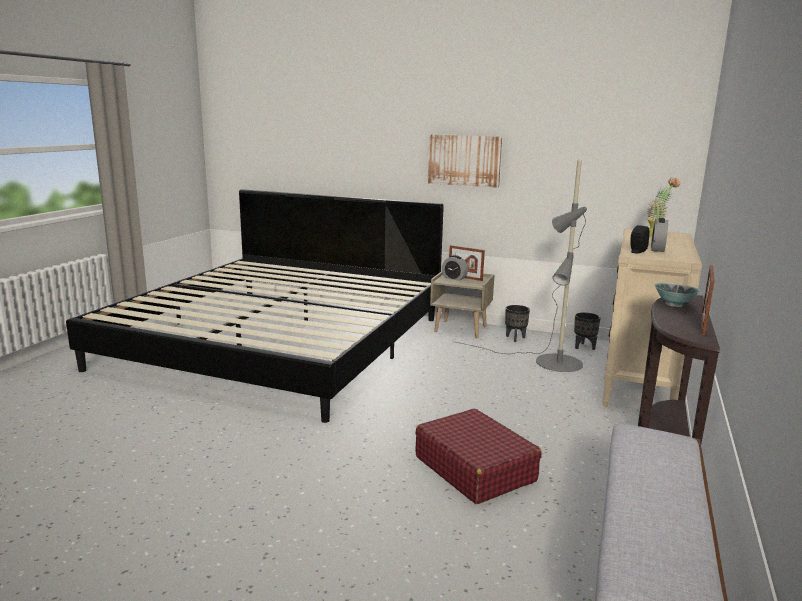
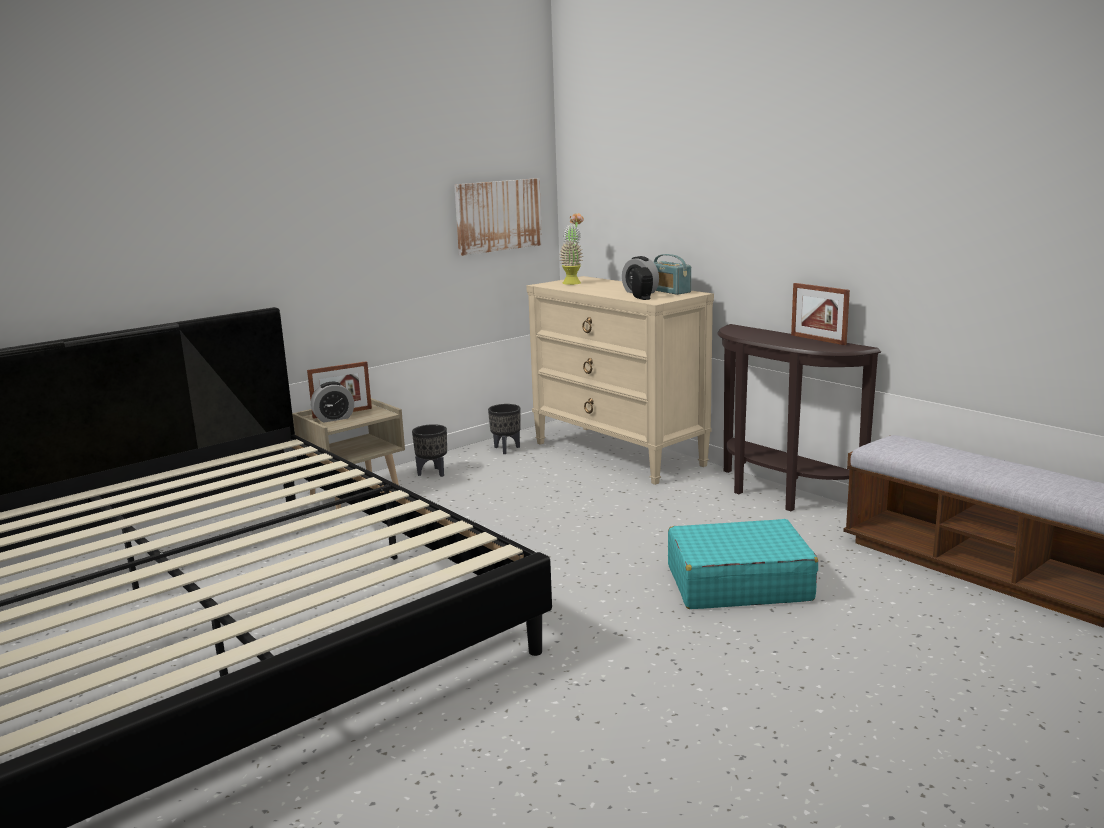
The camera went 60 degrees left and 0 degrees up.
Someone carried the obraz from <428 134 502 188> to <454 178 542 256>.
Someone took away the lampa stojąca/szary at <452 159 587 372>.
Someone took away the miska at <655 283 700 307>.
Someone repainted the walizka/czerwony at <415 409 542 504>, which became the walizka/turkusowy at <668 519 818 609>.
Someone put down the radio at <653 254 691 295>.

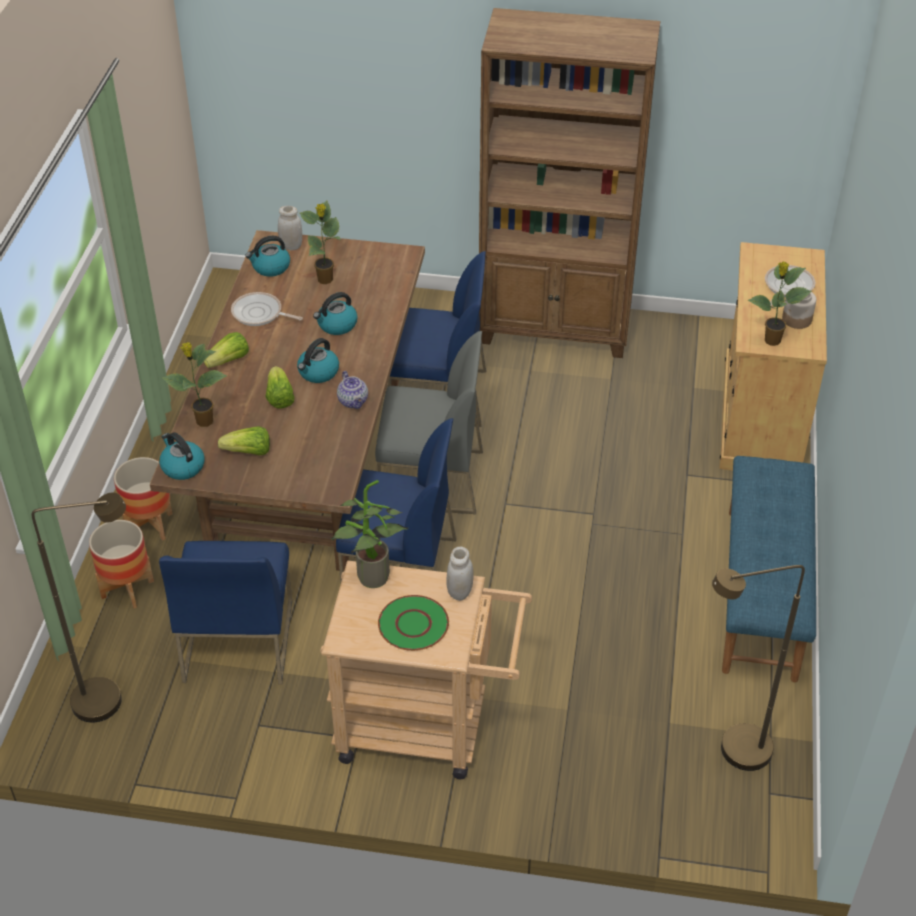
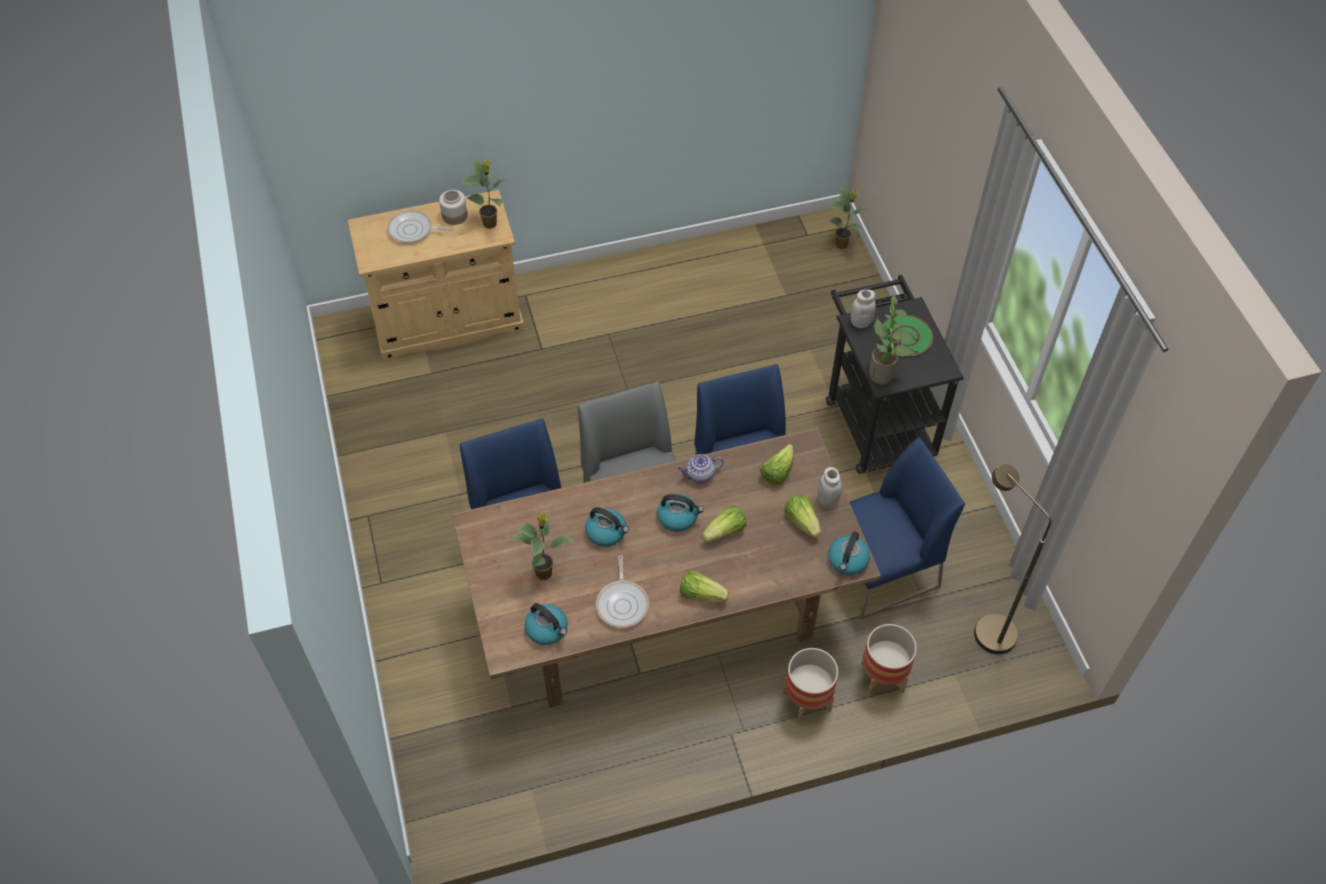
The camera went 115 degrees left and 10 degrees up.
Someone took away the regał/brązowy at <479 8 660 358>.
Someone carried the słoik/biały from <278 206 302 250> to <818 467 842 508>.
Someone carried the roślina doniczkowa from <162 342 227 427> to <828 187 868 249>.
Someone rotated the imbryk at <337 371 368 409> by 150 degrees counterclockwise.
Someone took away the ławka/niebieski at <722 456 816 682>.
Someone repainted the wózek/beżowy at <320 561 532 779>, which became the wózek/czarny at <826 275 964 474>.
Someone took away the lampa stojąca/brązowy at <712 565 805 771>.
Someone put down the sałata at <760 444 793 485>.

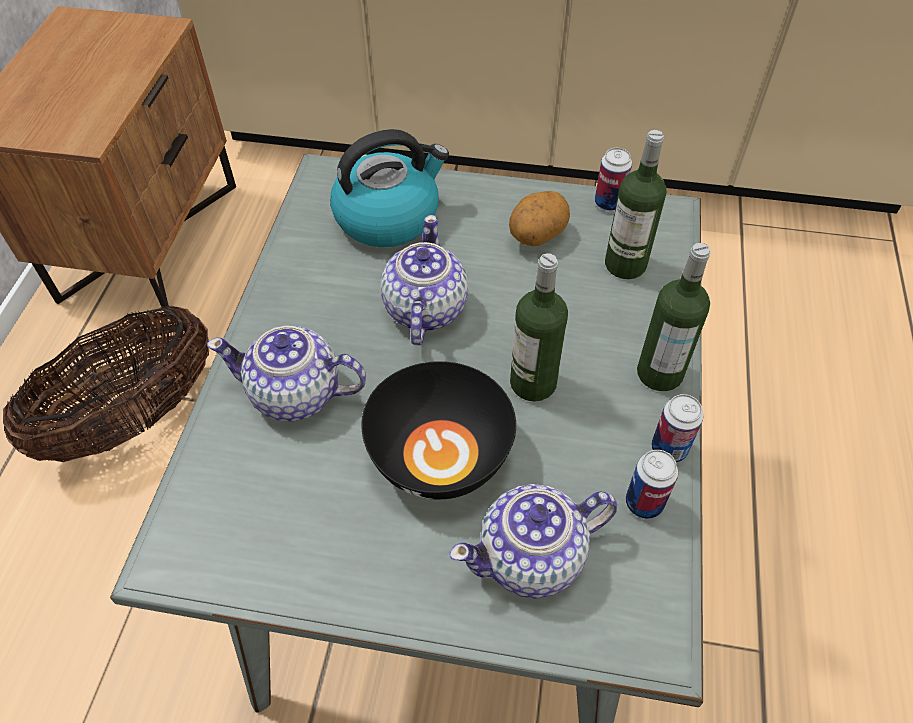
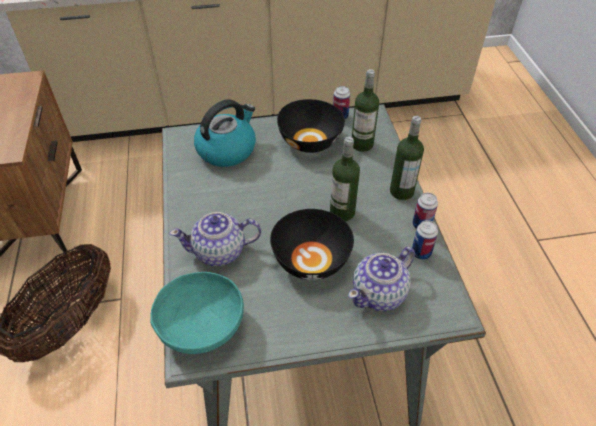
The camera went 20 degrees left and 5 degrees down.
Someone swapped the ziemniak at <509 191 570 246> for the miska/czarny at <277 99 345 153>.
Someone took away the imbryk at <381 215 468 346>.
Someone put down the miska/turkusowy at <150 272 244 354>.

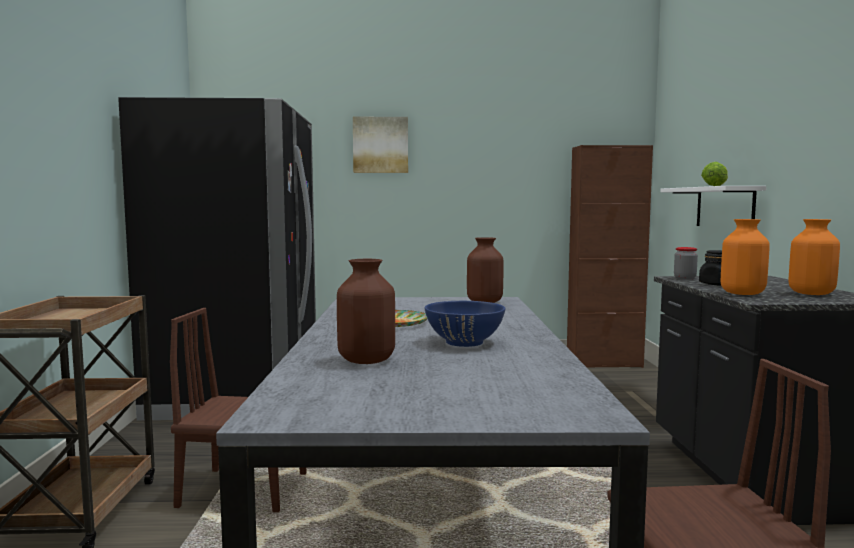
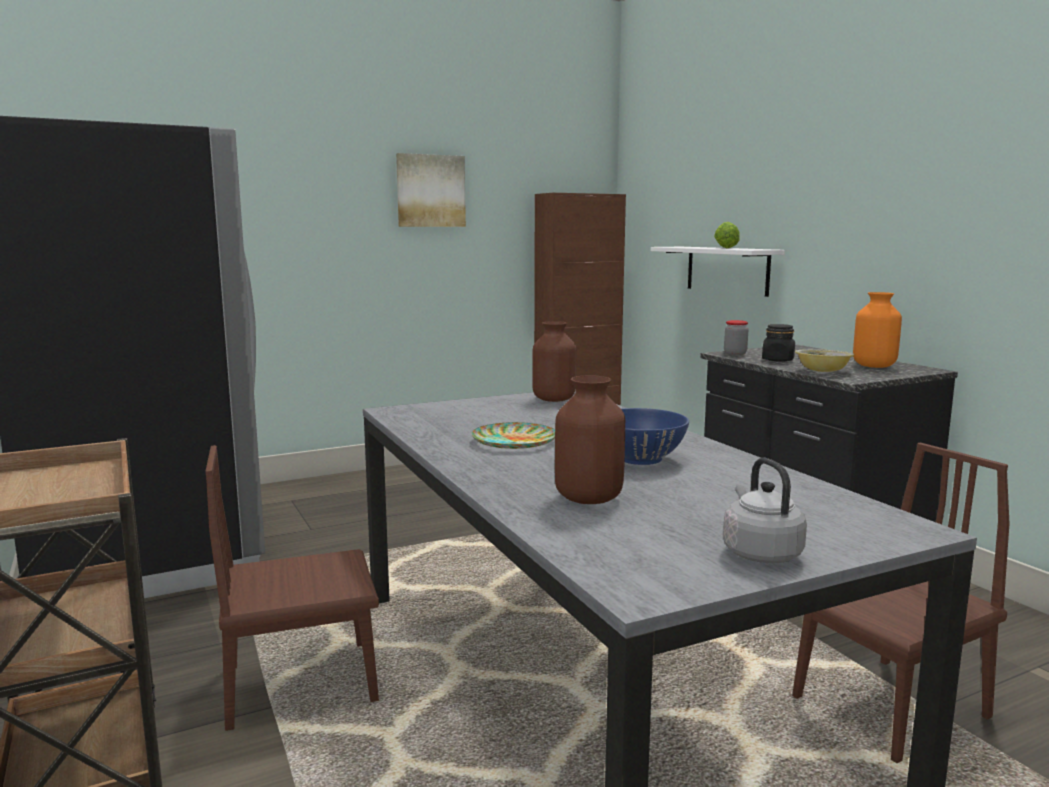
The camera went 25 degrees left and 5 degrees up.
Someone carried the obraz from <353 117 408 173> to <396 153 466 227>.
Someone swapped the wazon/pomarańczowy at <721 219 770 295> for the miska at <795 349 854 372>.
Someone put down the czajnik/szary at <723 458 807 563>.

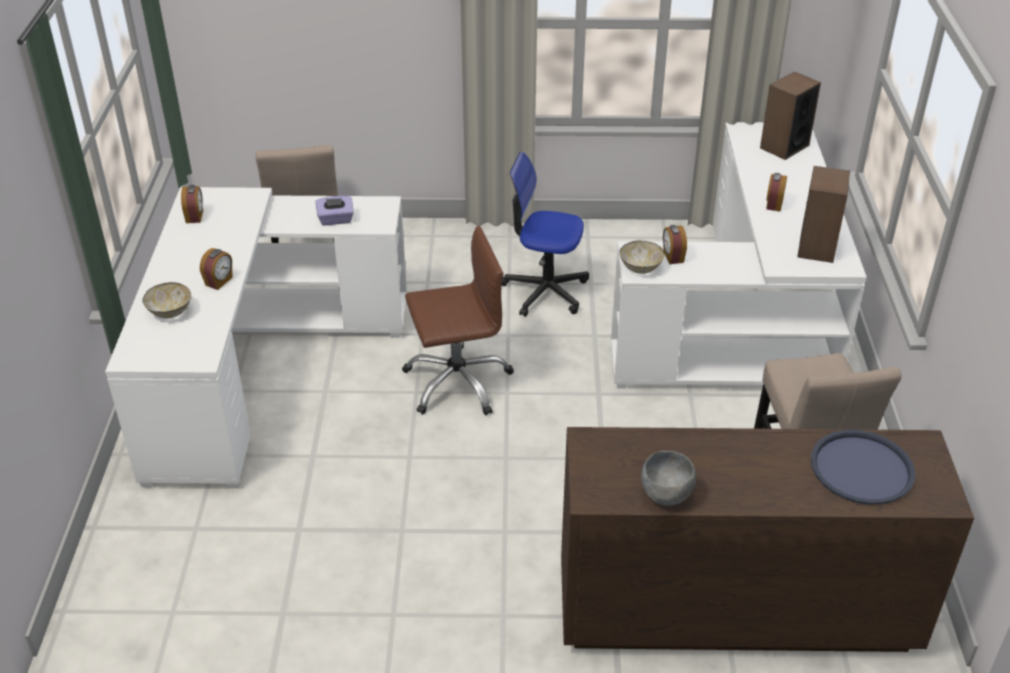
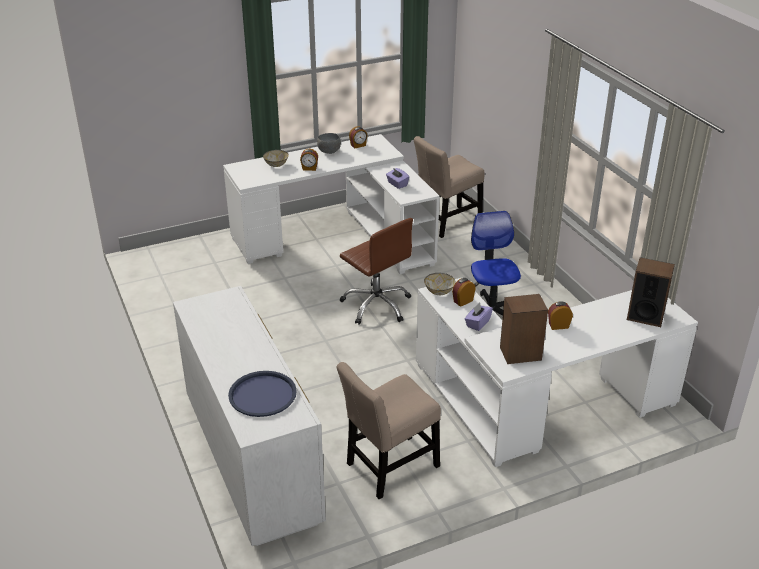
The camera went 65 degrees right and 5 degrees down.
Someone repainted the komoda/brązowy at <561 427 974 652>, which became the komoda/biały at <173 286 326 546>.
Someone carried the miska/szary from <641 451 696 506> to <317 133 341 154>.
Someone put down the pudełko chusteczek/fioletowy at <465 303 493 331>.

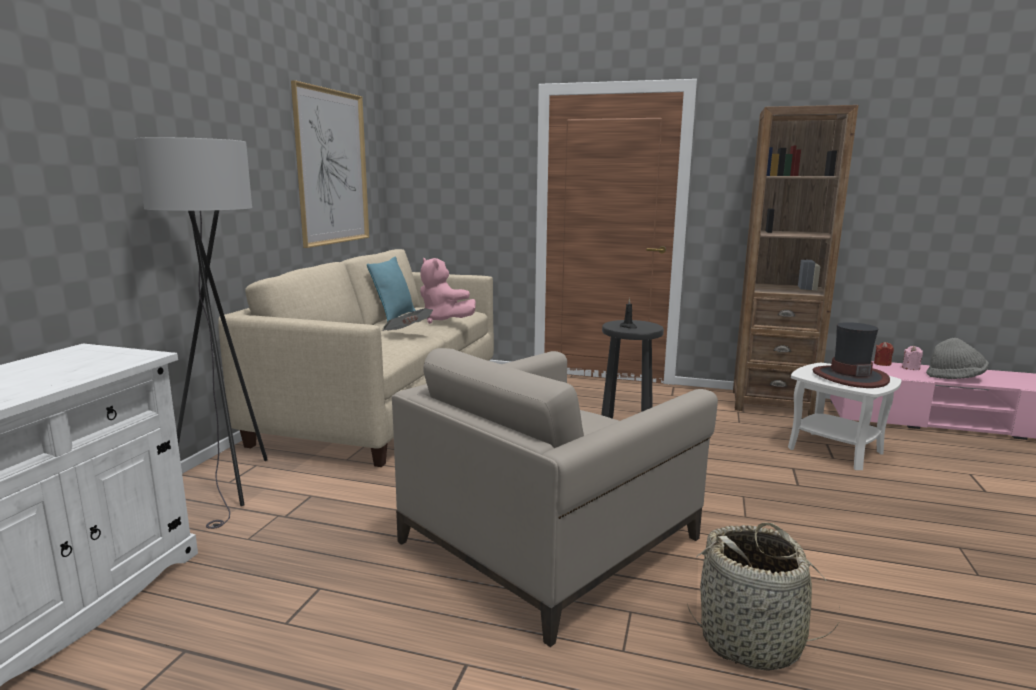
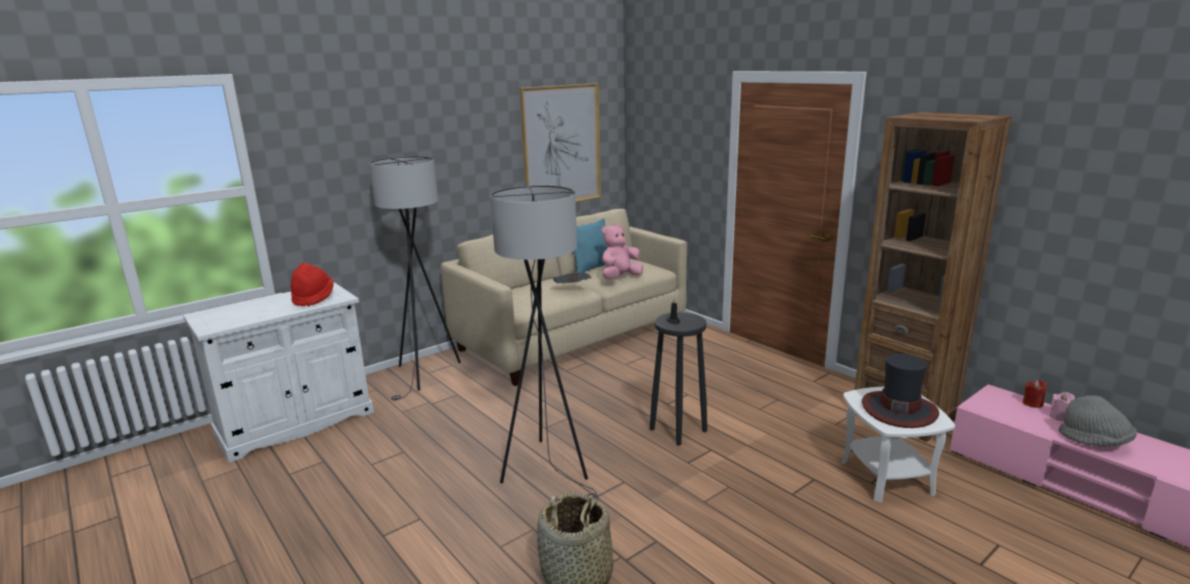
The camera went 35 degrees right and 5 degrees up.
Someone rotated the pluszak/różowy at <420 258 476 324> by 60 degrees clockwise.
Someone swapped the fotel/beżowy at <392 348 718 647> for the lampa stojąca/szary at <490 185 598 499>.
Someone put down the kapelusz/czerwony at <291 263 333 306>.

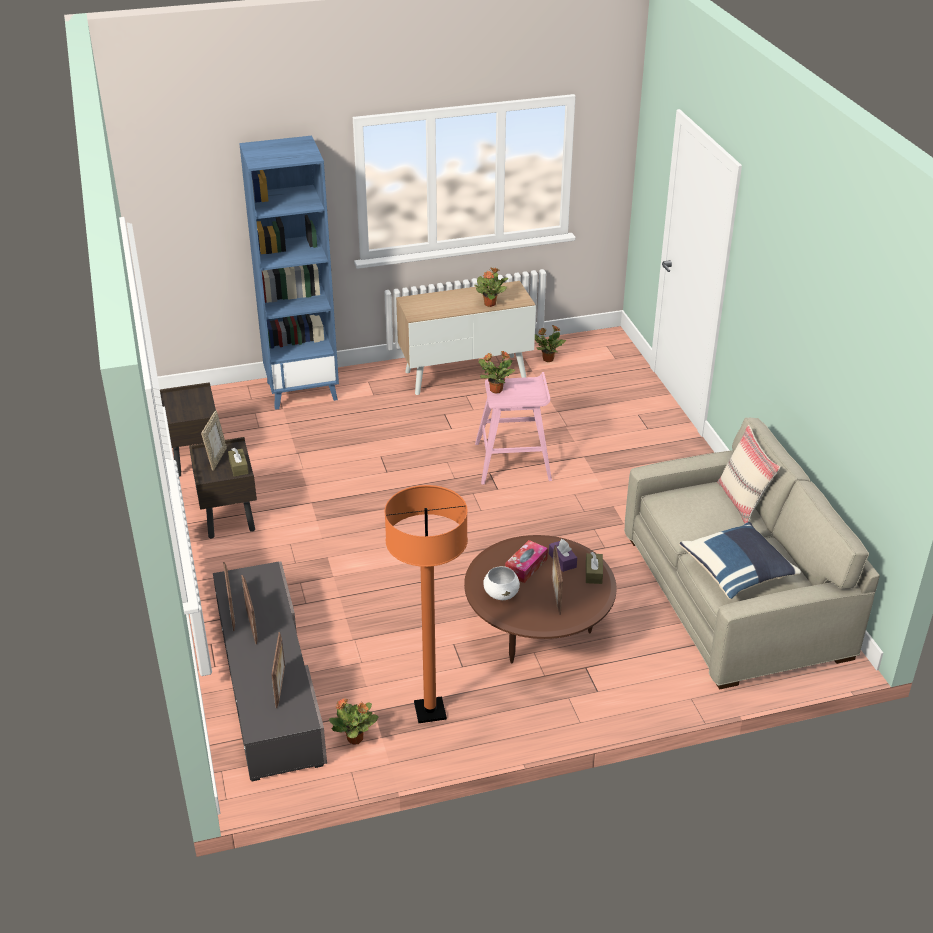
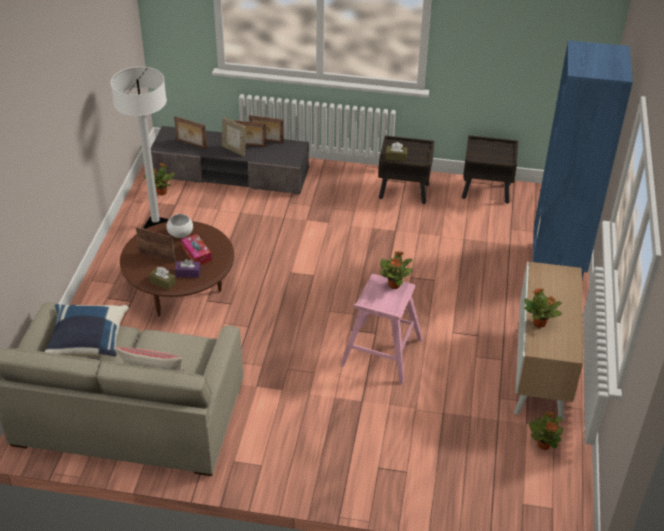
The camera went 115 degrees right and 5 degrees up.
Someone carried the ramka na zdjęcie from <201 410 227 471> to <222 117 246 156>.
Someone repainted the lampa stojąca/pomarańczowy at <384 485 468 723>, which became the lampa stojąca/biały at <111 67 168 229>.

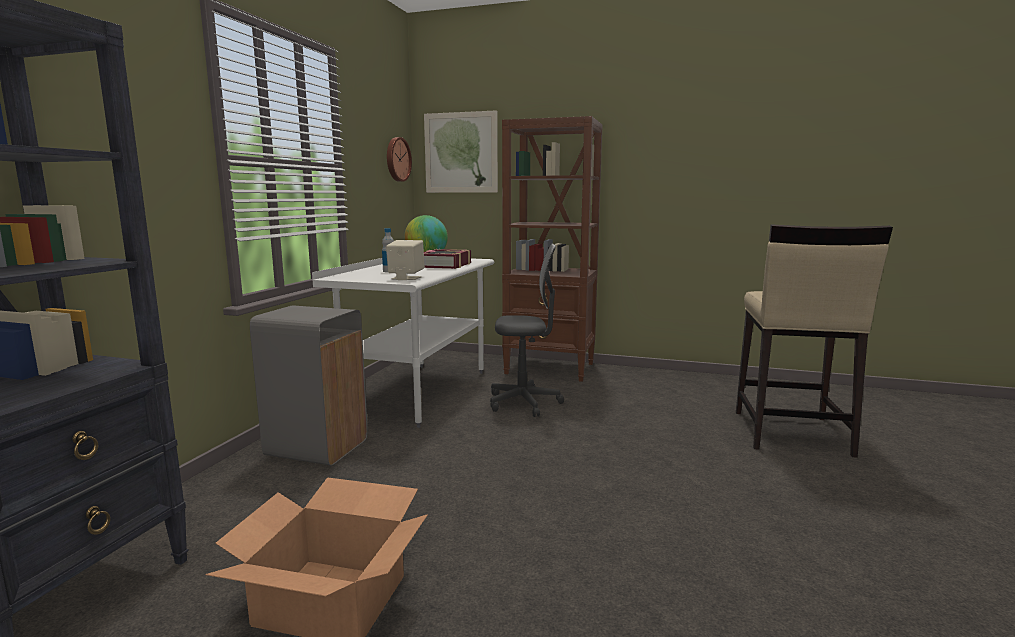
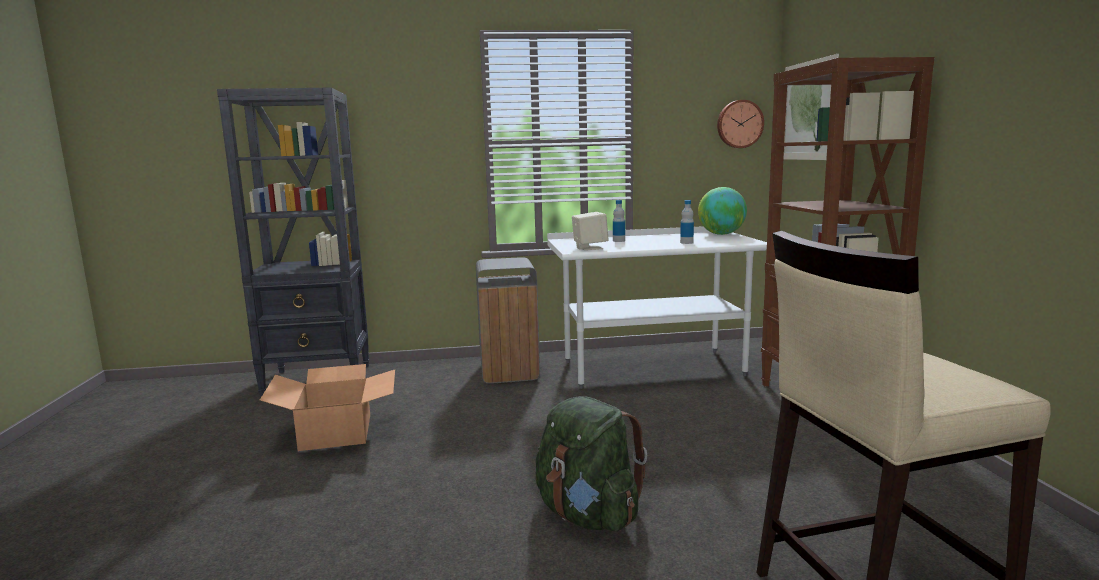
The camera went 65 degrees right and 0 degrees up.
Someone took away the krzesło biurowe/szary at <490 243 564 417>.
Someone swapped the książka at <424 249 471 269> for the butelka at <680 200 694 244>.
Someone put down the plecak/zielony at <536 396 647 532>.

